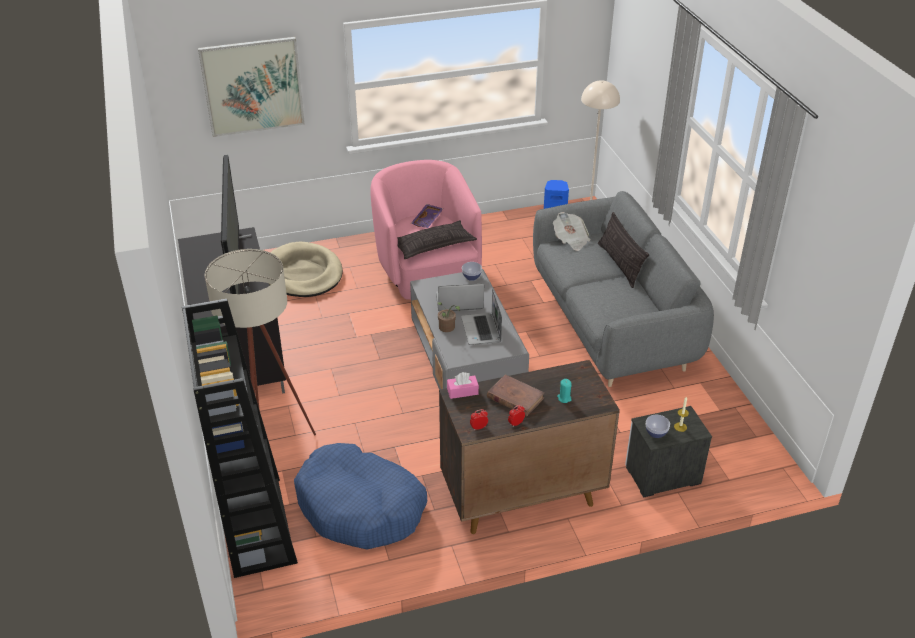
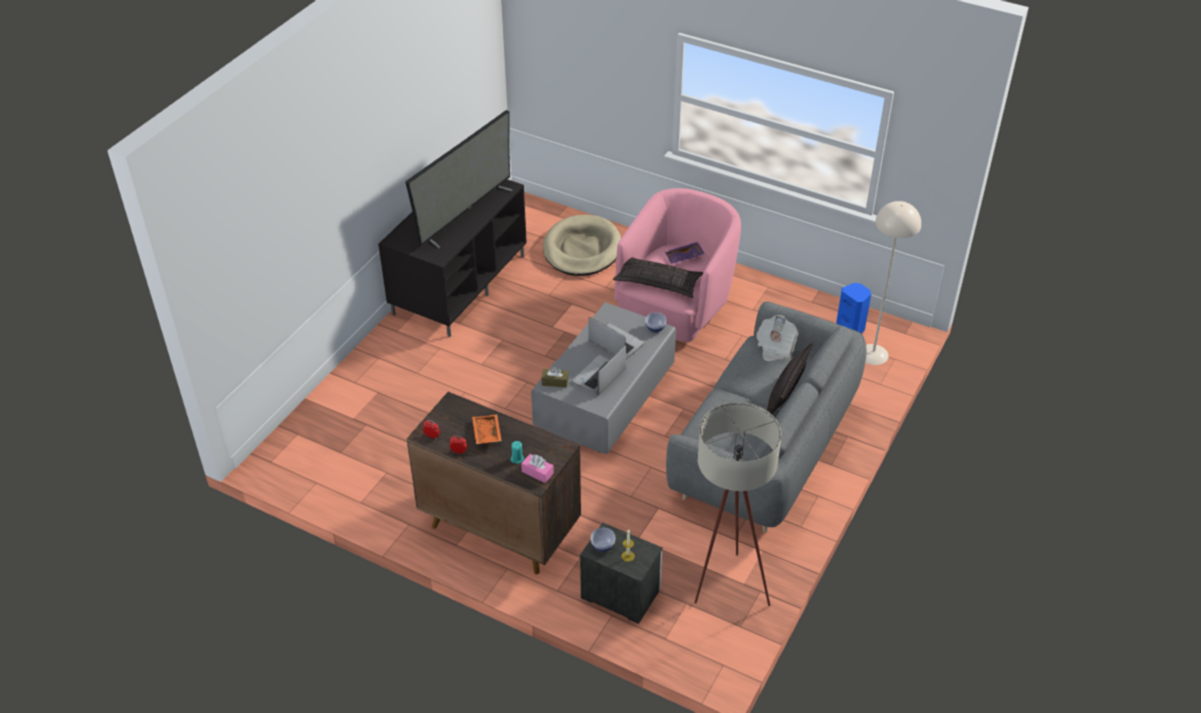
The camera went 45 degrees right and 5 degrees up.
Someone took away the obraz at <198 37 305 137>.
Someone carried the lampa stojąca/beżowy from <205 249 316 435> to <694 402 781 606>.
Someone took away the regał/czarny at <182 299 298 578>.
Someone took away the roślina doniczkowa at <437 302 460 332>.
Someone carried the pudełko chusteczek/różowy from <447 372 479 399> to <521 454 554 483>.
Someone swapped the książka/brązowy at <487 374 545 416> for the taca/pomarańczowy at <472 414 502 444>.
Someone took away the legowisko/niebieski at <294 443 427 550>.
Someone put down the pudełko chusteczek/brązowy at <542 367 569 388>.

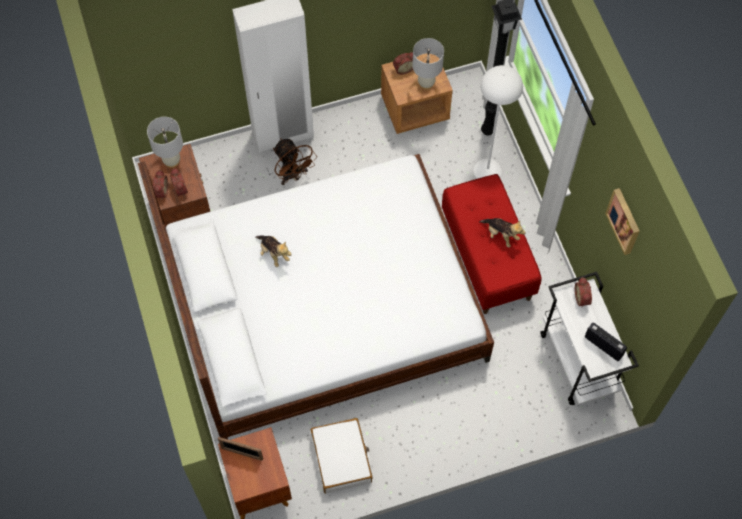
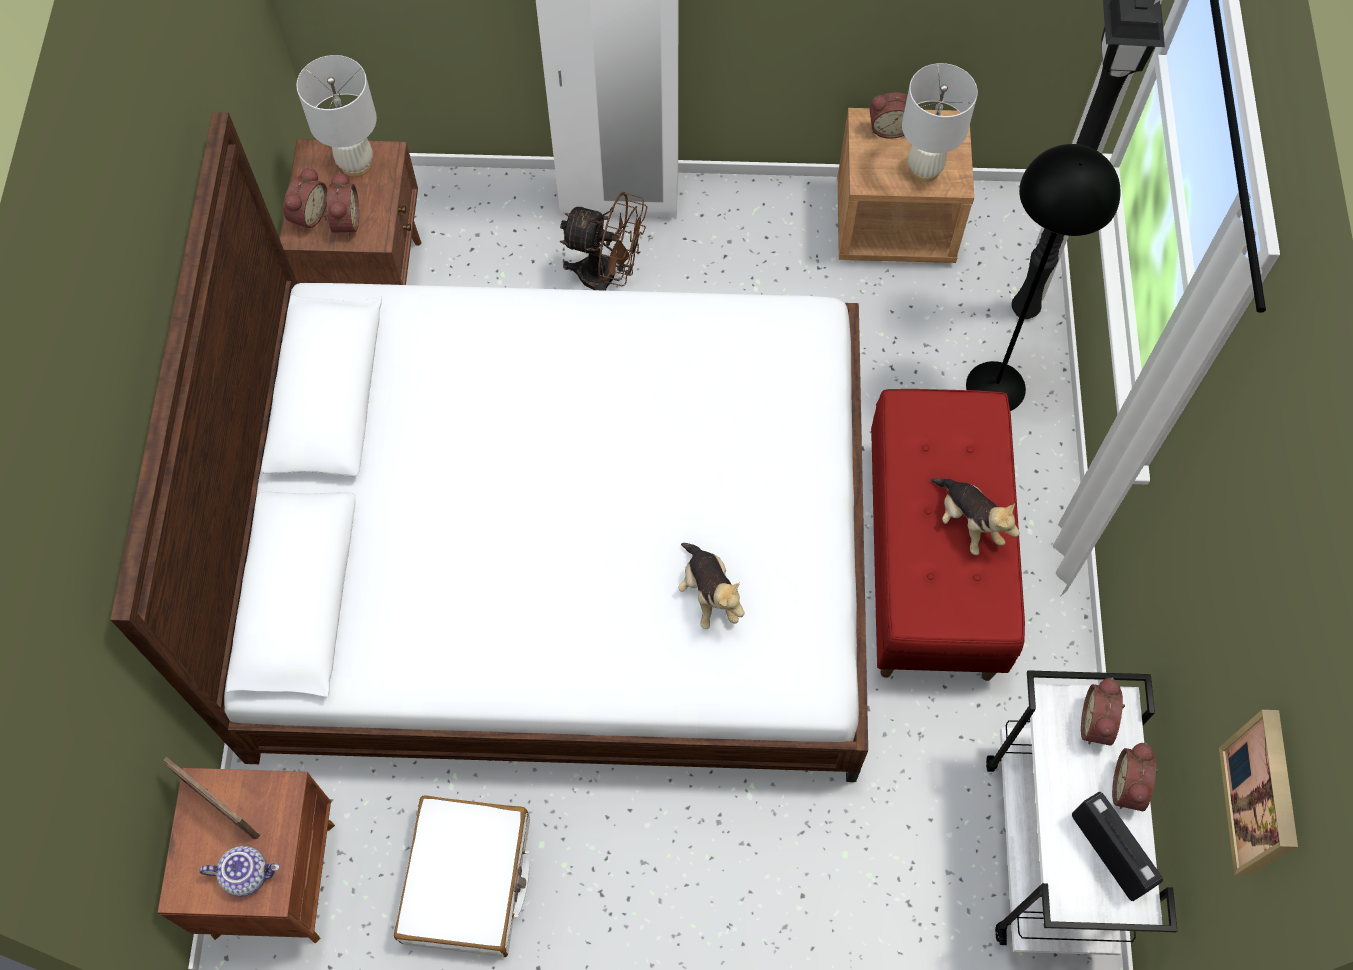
The camera went 20 degrees right and 0 degrees up.
Someone repainted the lampa stojąca/biały at <474 65 523 179>, which became the lampa stojąca/czarny at <966 144 1121 411>.
Someone rotated the wentylator/brązowy at <273 138 317 185> by 60 degrees counterclockwise.
Someone carried the obraz from <605 188 640 255> to <1219 710 1298 876>.
Someone carried the pluszak from <255 235 292 267> to <678 543 744 629>.
Someone put down the budzik at <1112 743 1158 811>.
Someone put down the imbryk at <199 846 280 897>.

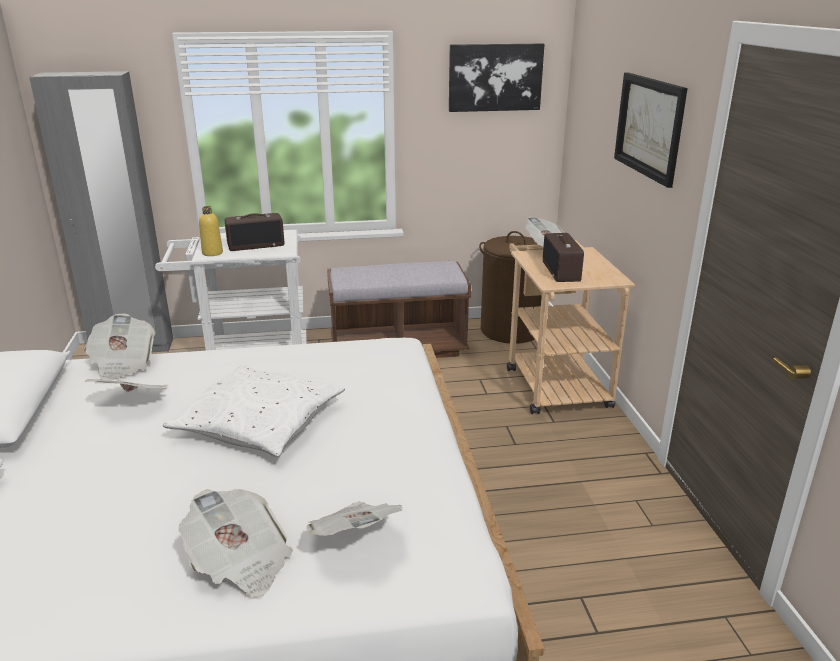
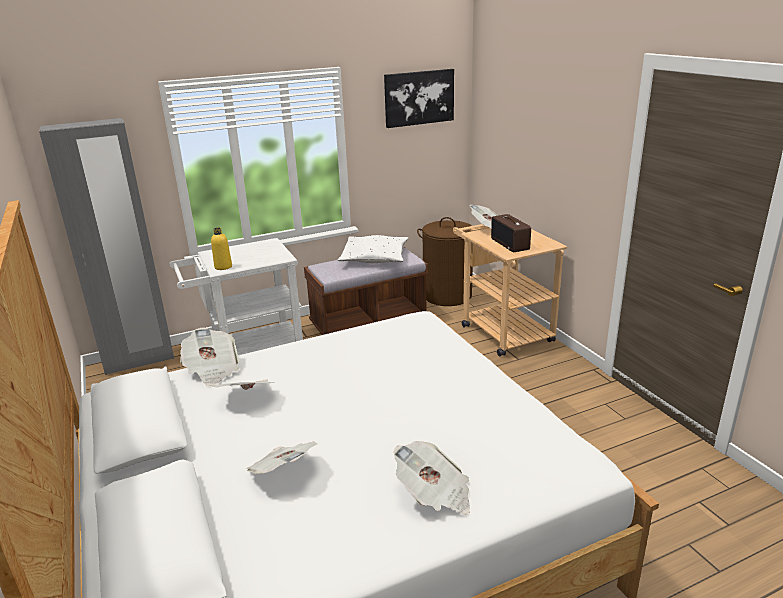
The camera went 15 degrees left and 0 degrees up.
Someone took away the obraz at <614 72 688 188>.
Someone took away the radio at <225 213 284 251>.
Someone carried the poduszka/biały from <163 365 345 458> to <337 235 408 263>.
Someone carried the gazeta from <307 502 402 536> to <246 442 318 474>.

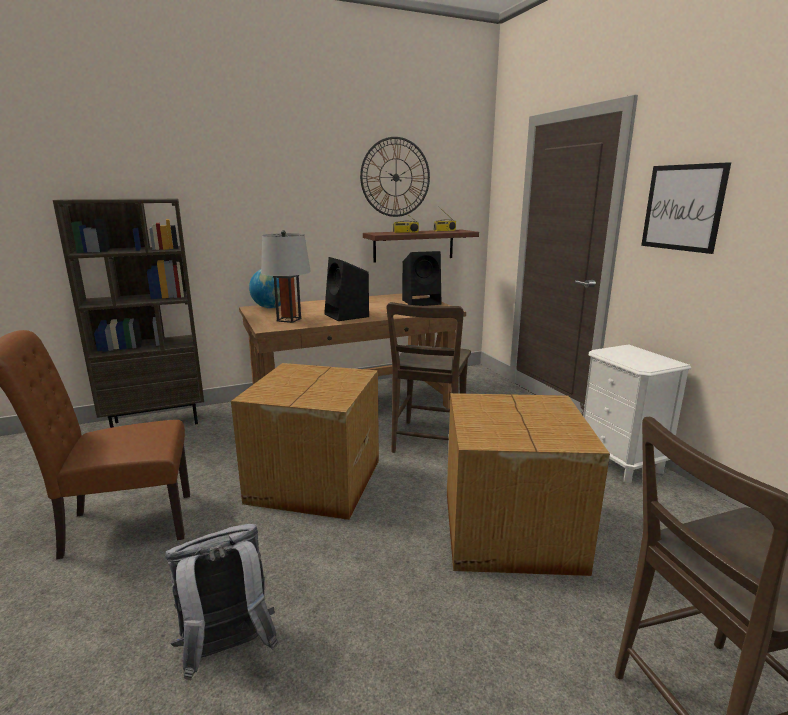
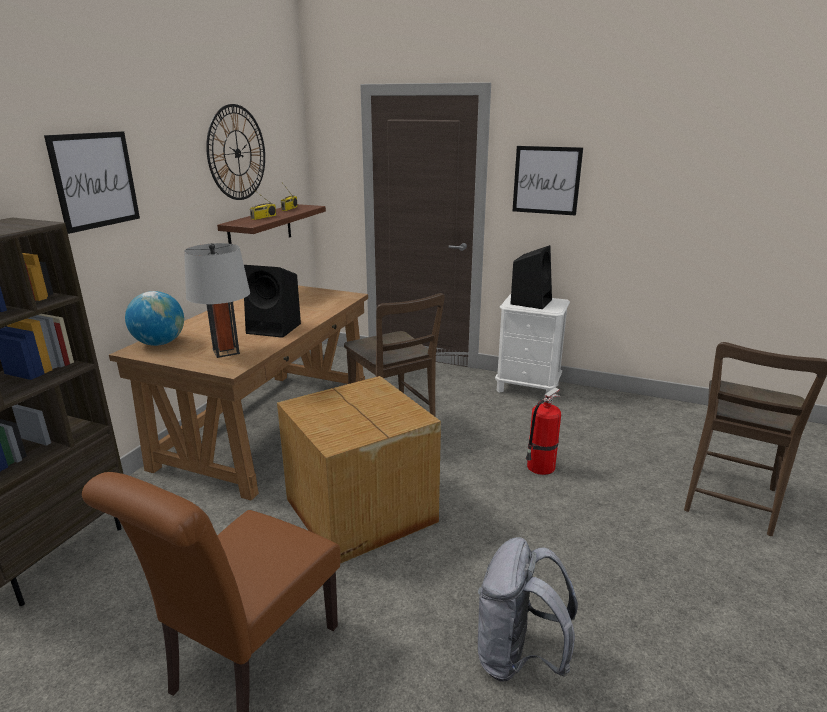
The camera went 45 degrees left and 5 degrees up.
Someone carried the głośnik/czarny from <402 251 441 306> to <510 245 552 309>.
Someone swapped the karton at <447 393 610 576> for the gaśnica at <525 388 561 475>.
Someone put up the obraz at <44 131 140 234>.

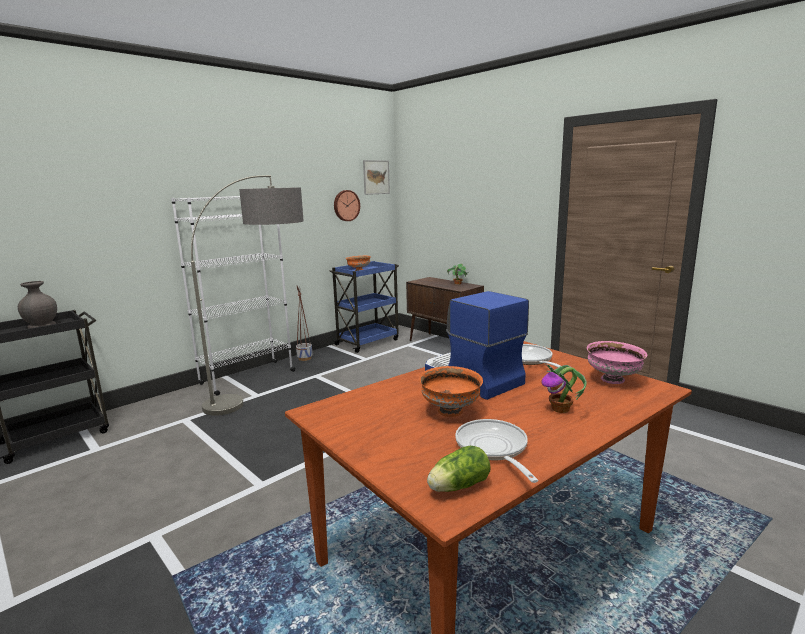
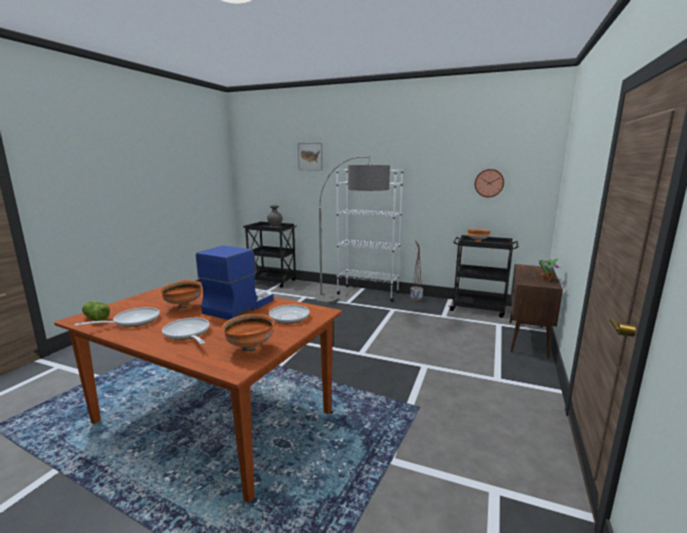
The camera went 65 degrees right and 0 degrees up.
Someone carried the obraz from <363 160 390 195> to <298 143 323 171>.
Someone repainted the wózek/niebieski at <329 261 399 353>, which became the wózek/czarny at <449 235 518 318>.
Someone repainted the miska/różowy at <587 341 647 384>, which became the miska/pomarańczowy at <222 314 274 354>.
Someone swapped the roślina doniczkowa at <541 364 587 413> for the patelnia at <162 318 209 345>.

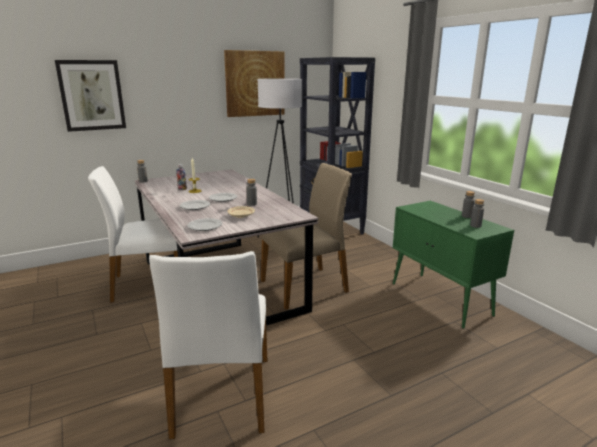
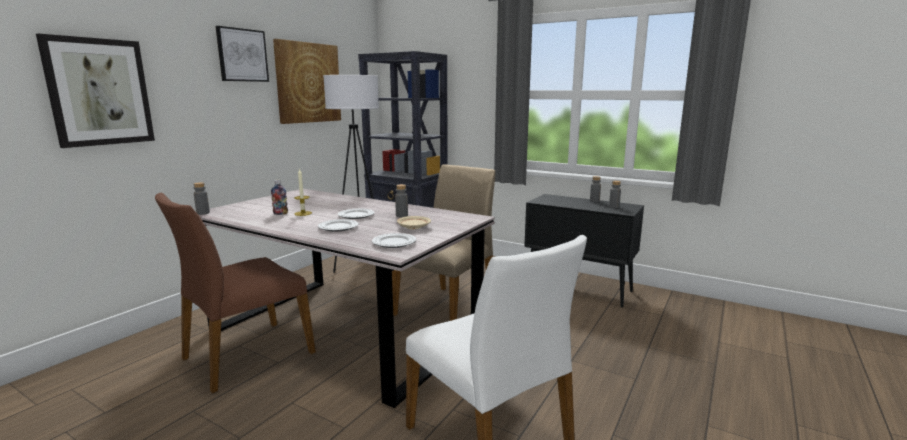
The camera went 30 degrees left and 5 degrees down.
Someone repainted the krzesło/biały at <88 166 178 303>, which became the krzesło/brązowy at <155 193 316 393>.
Someone repainted the szafka/zielony at <393 201 514 329>, which became the szafka/czarny at <524 194 644 308>.
Someone put up the obraz at <215 26 269 82>.

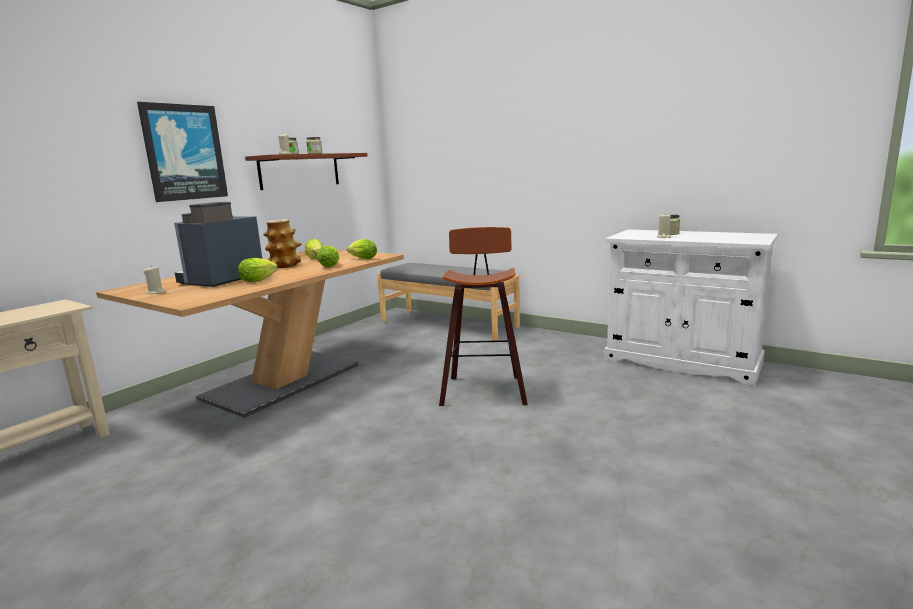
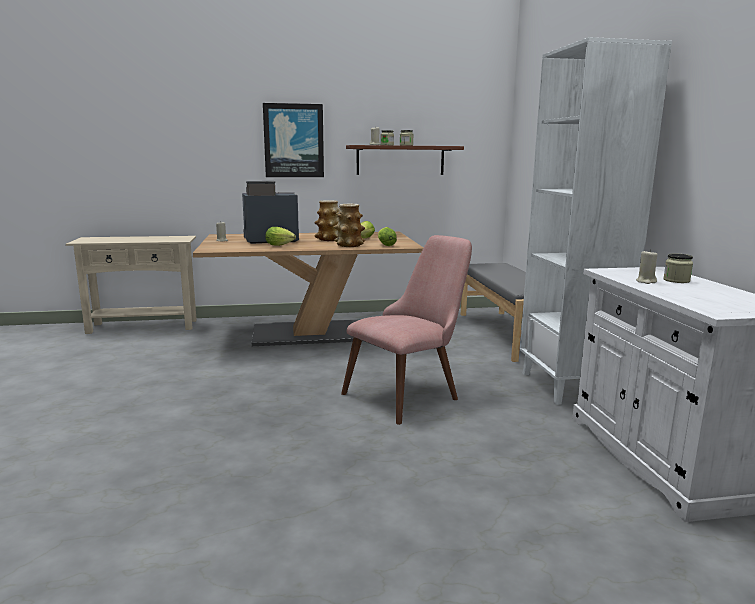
The camera went 45 degrees right and 0 degrees up.
Someone swapped the stołek at <439 227 528 406> for the krzesło/różowy at <341 235 472 425>.
Someone swapped the sałata at <317 245 339 267> for the wazon at <333 204 365 247>.
Someone put down the regał/biały at <520 37 672 405>.

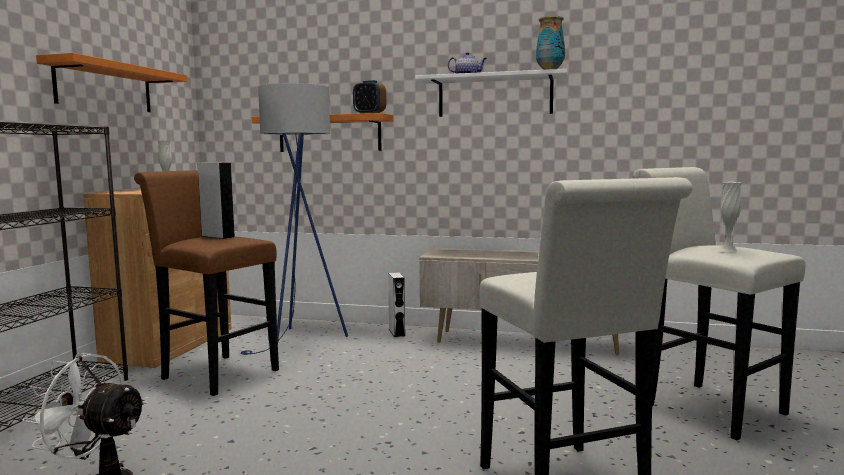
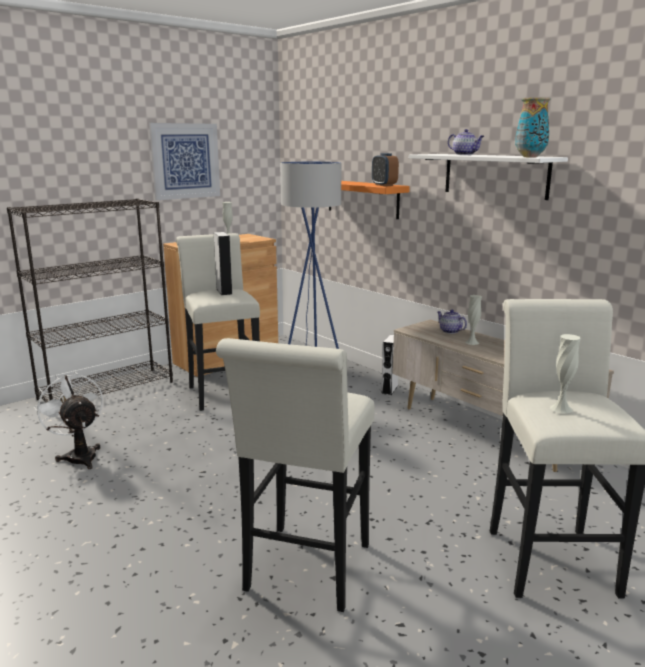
The camera went 35 degrees right and 10 degrees up.
Someone swapped the półka/pomarańczowy at <36 53 187 112> for the obraz at <149 123 220 200>.
Someone repainted the stołek/brązowy at <134 170 279 396>, which became the stołek/biały at <176 233 260 411>.
Someone put down the wazon/biały at <465 295 482 345>.
Someone put down the imbryk at <437 310 467 334>.

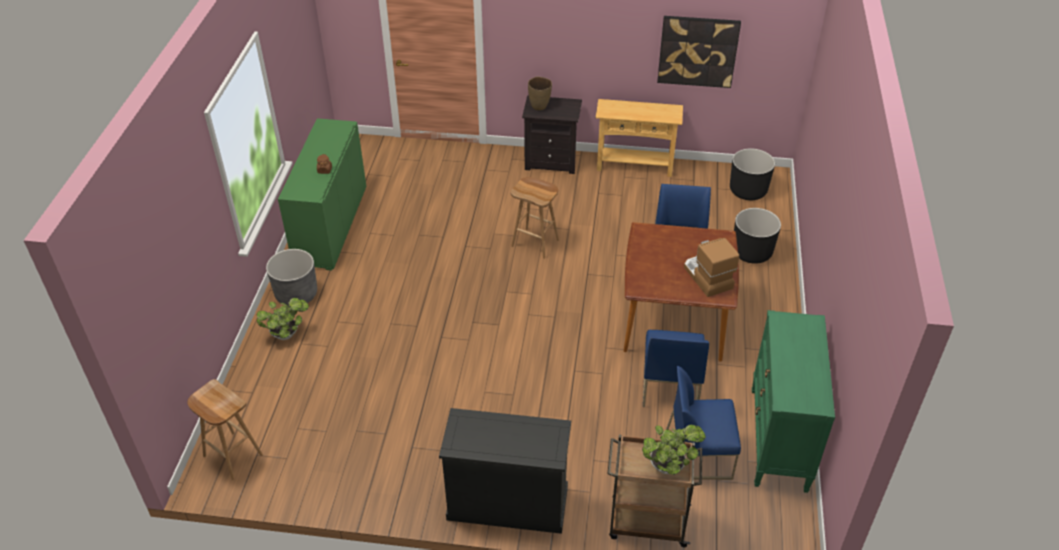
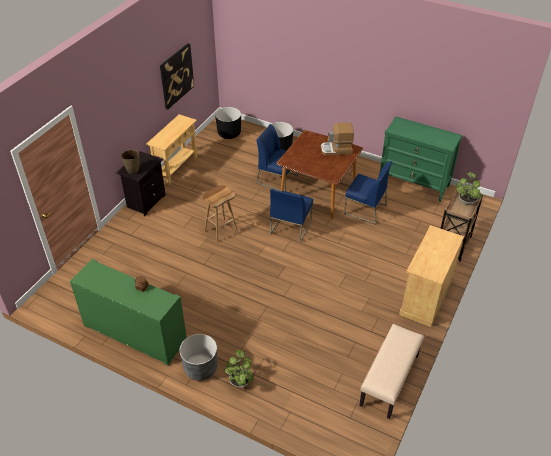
The camera went 70 degrees left and 0 degrees up.
Someone carried the krzesło/niebieski from <666 366 741 480> to <270 189 313 243>.
Someone took away the stołek/brązowy at <188 379 263 480>.
Someone repainted the szafka/czarny at <439 408 571 534>, which became the szafka/beżowy at <399 225 464 327>.
Someone put down the ławka/beżowy at <359 324 424 419>.

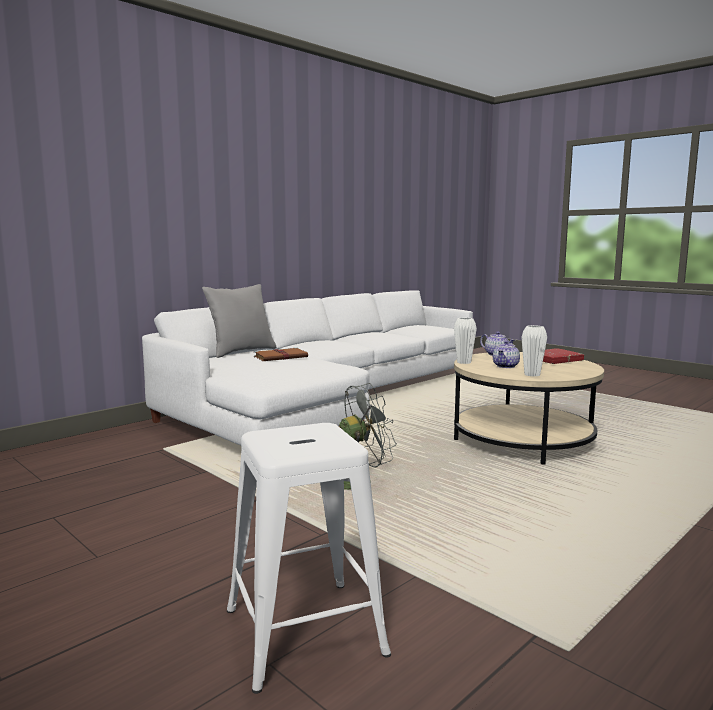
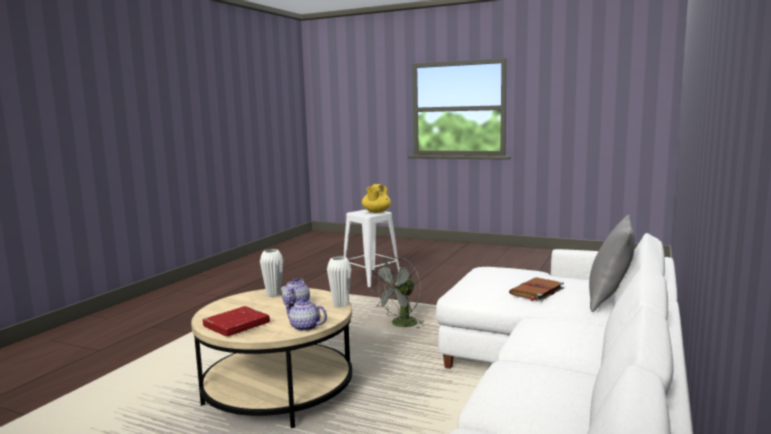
The camera went 160 degrees right and 0 degrees up.
Someone put down the imbryk/żółty at <362 184 391 213>.

